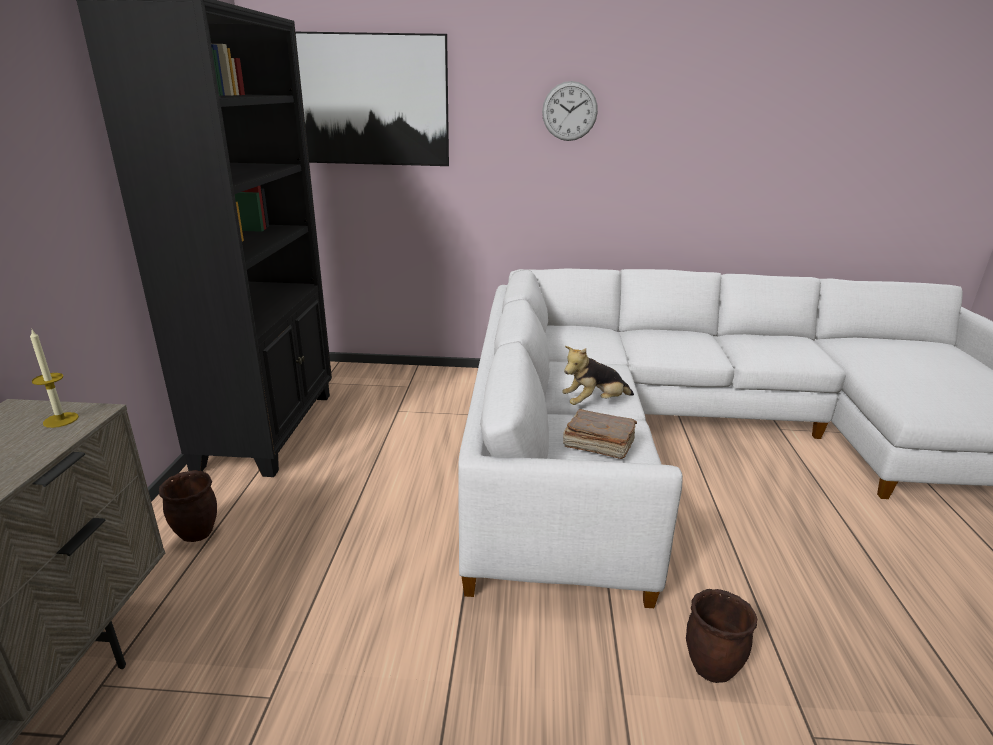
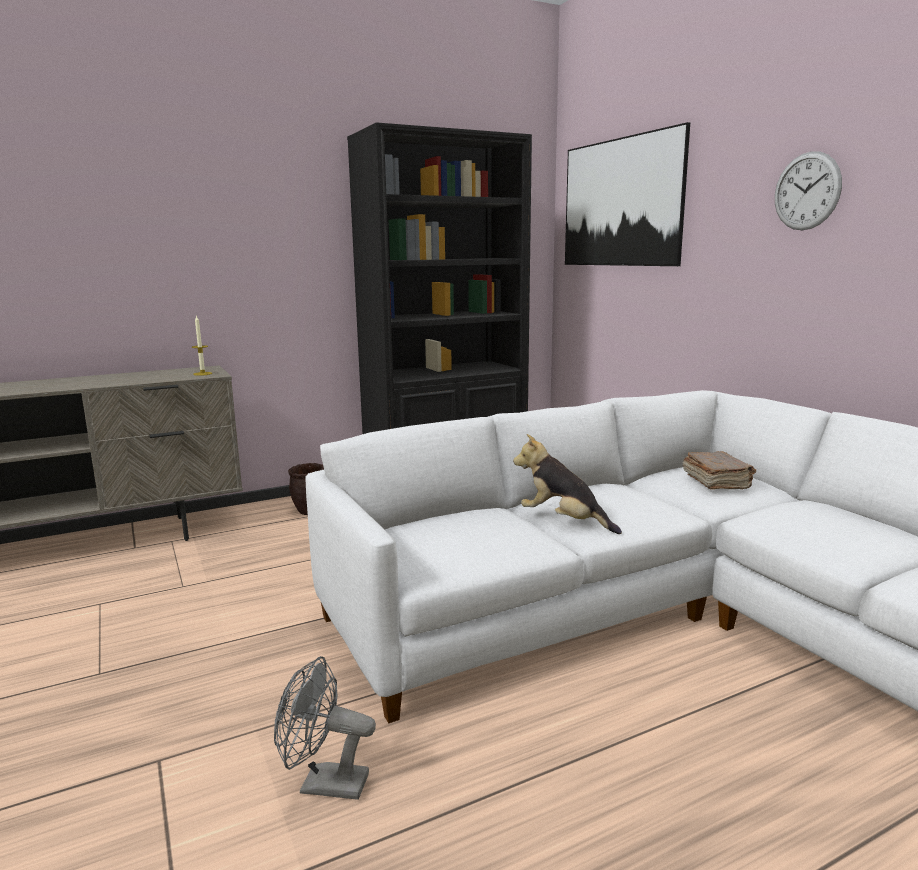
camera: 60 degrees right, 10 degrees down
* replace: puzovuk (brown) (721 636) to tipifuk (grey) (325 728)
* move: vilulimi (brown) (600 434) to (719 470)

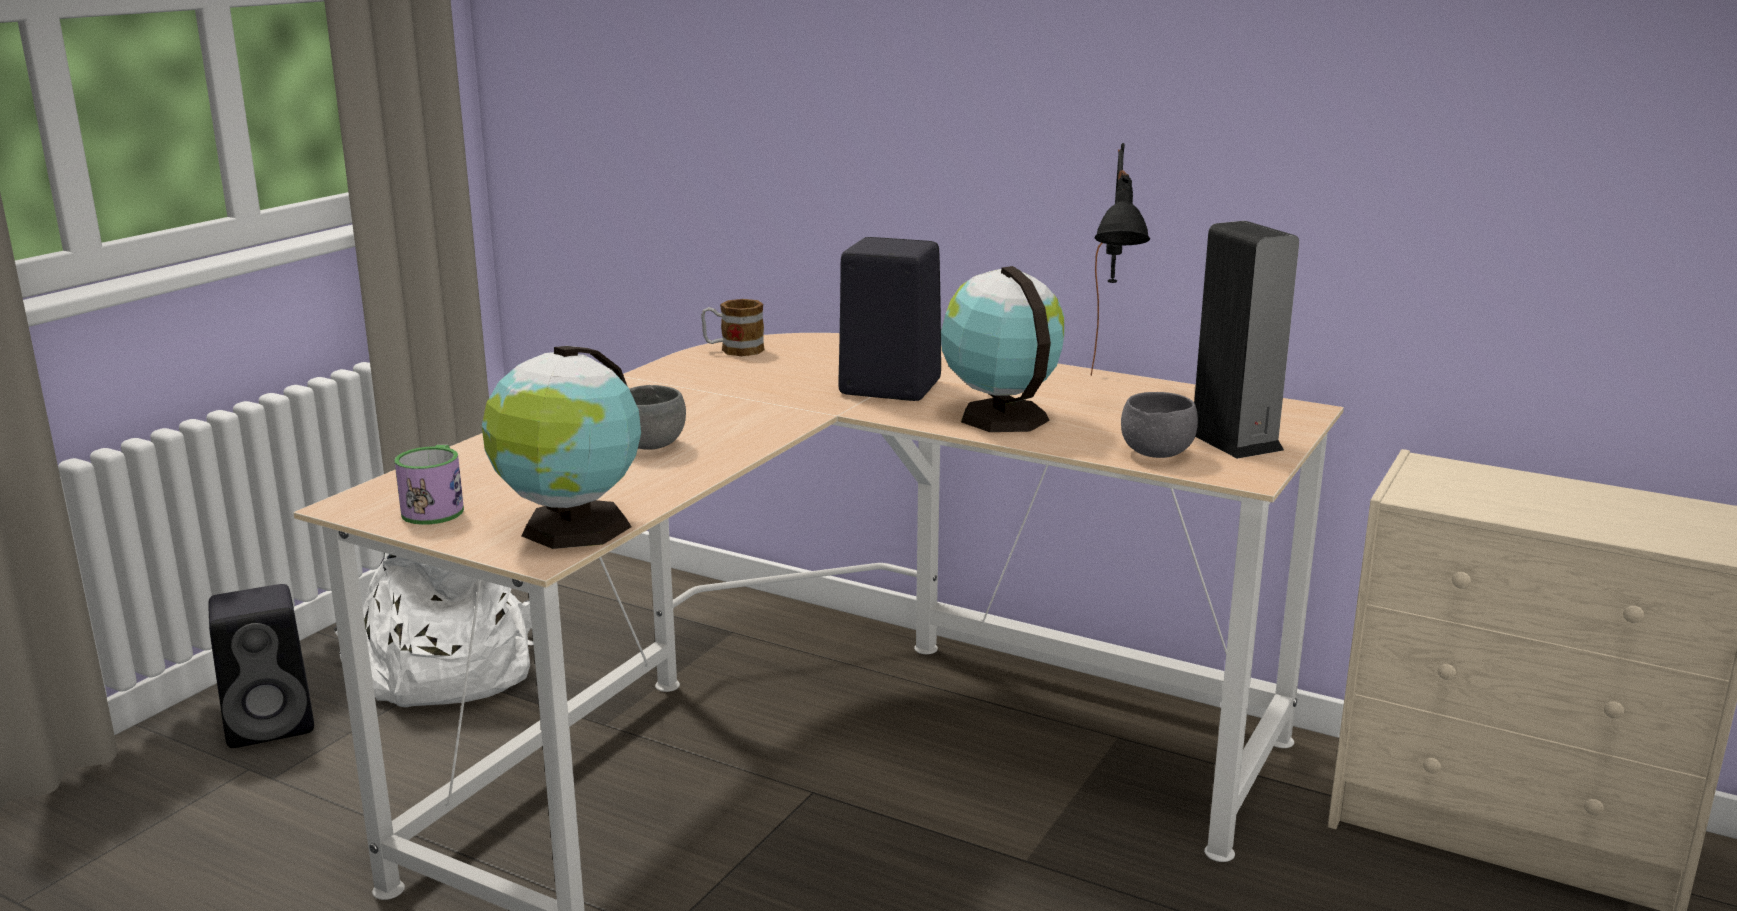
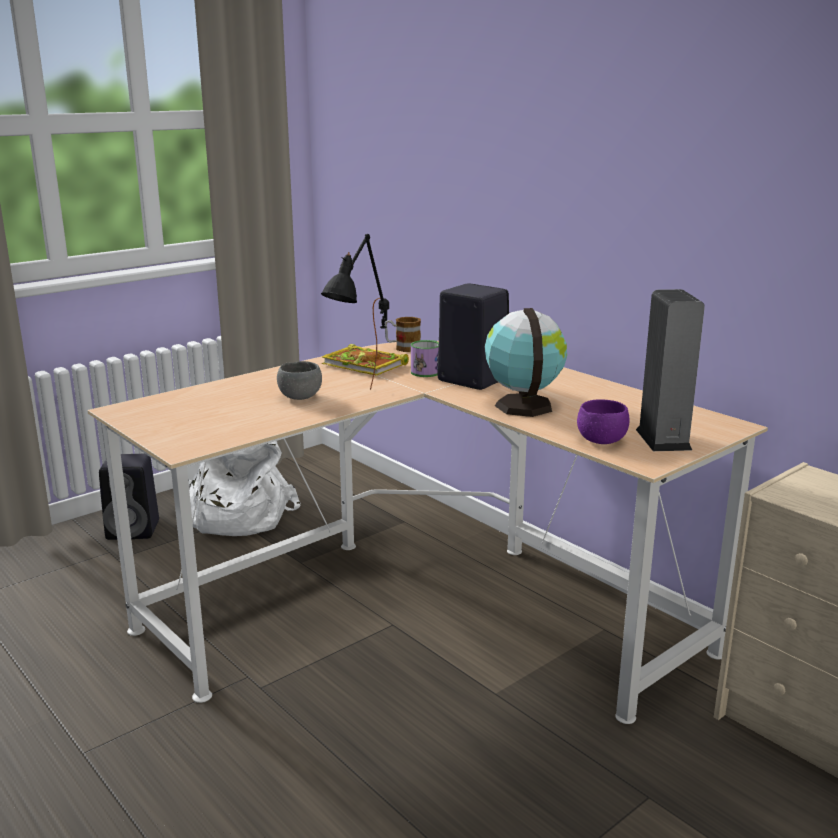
camera: 20 degrees right, 0 degrees up
* move: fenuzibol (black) (1120 259) to (355 312)
* insert: vilulimi (365 360)
* move: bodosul (429 485) to (425 358)
* recolor: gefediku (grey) (1159 425) to gefediku (purple) (603 421)
* delete: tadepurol (561 447)

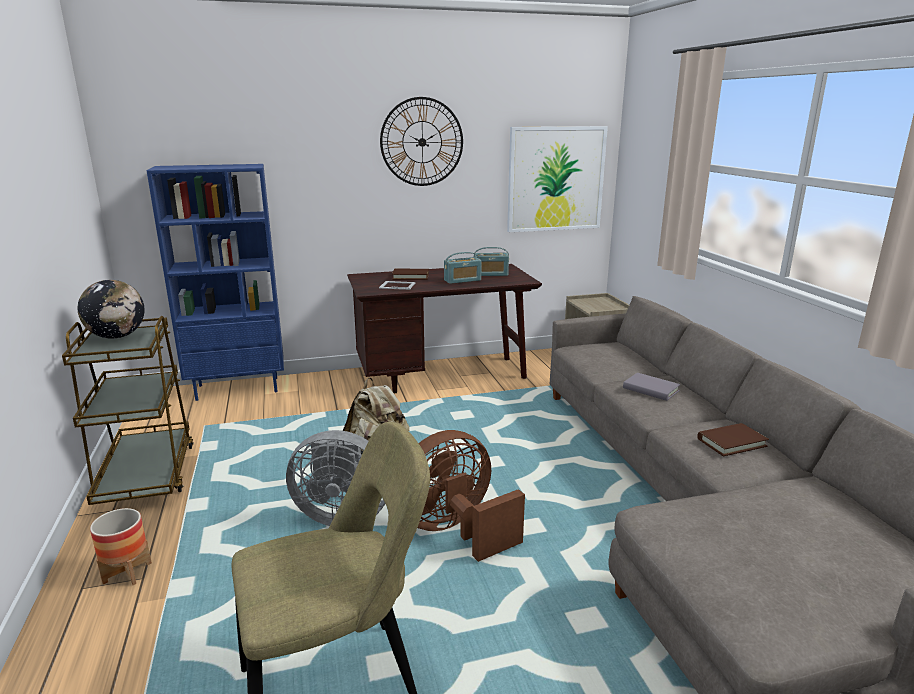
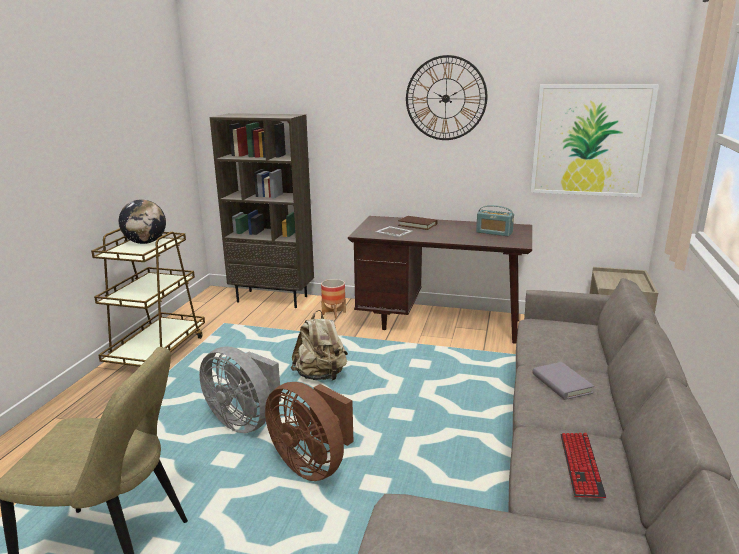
camera: 30 degrees right, 0 degrees up
* recolor: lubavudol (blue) (215 282) to lubavudol (brown) (262 210)
* rotate: tipifuk (brown) (471 496) = (309 431) 135 degrees counterclockwise
* move: puzovuk (121 546) to (333 298)
* replace: vilulimi (brown) (733 439) to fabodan (583 465)
* delete: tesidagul (463 268)

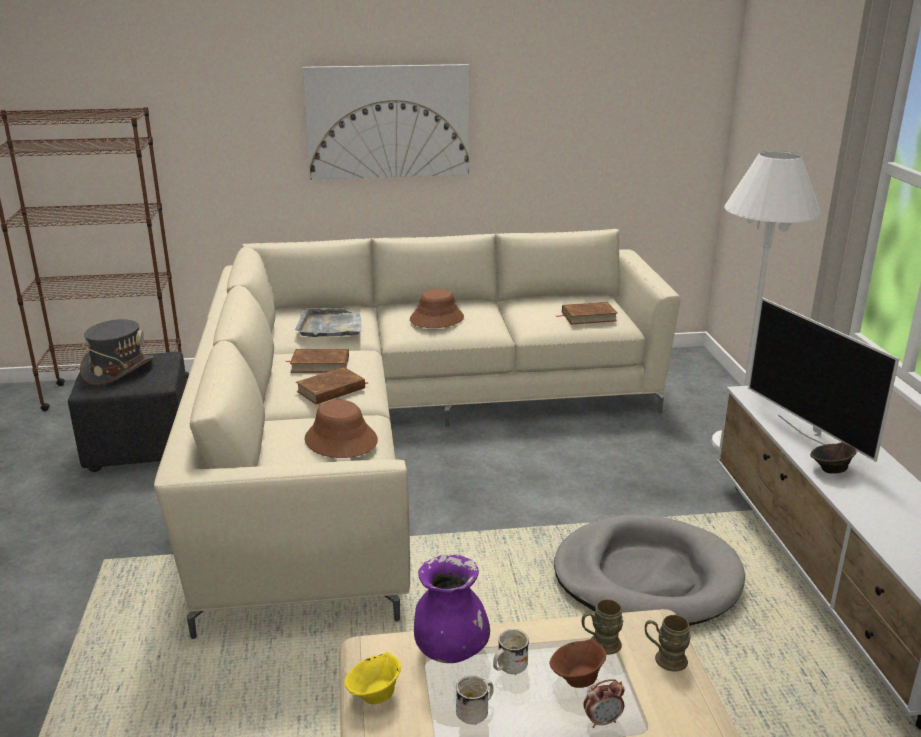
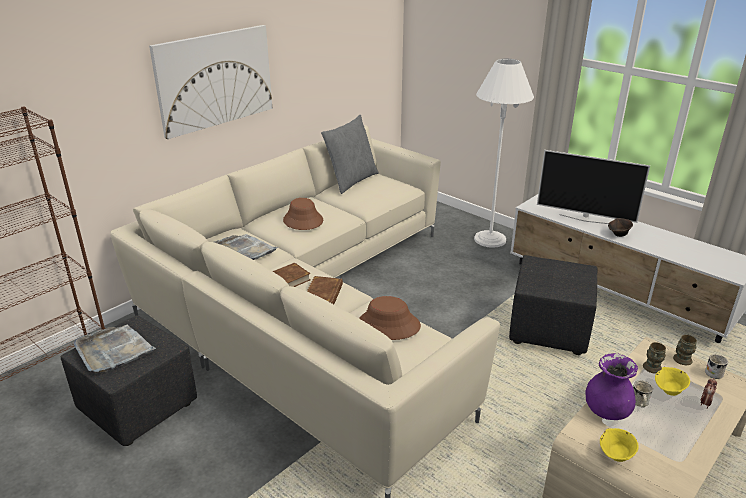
camera: 40 degrees left, 5 degrees up
* replace: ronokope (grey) (117 352) to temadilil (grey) (114 349)
* insert: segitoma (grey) (350 154)
* replace: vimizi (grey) (649 570) to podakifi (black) (553 305)
* recolor: gefediku (brown) (578 663) to gefediku (yellow) (672 381)
* move: bodosul (white) (475 700) to (716 366)
* delete: vilulimi (brown) (586 313)

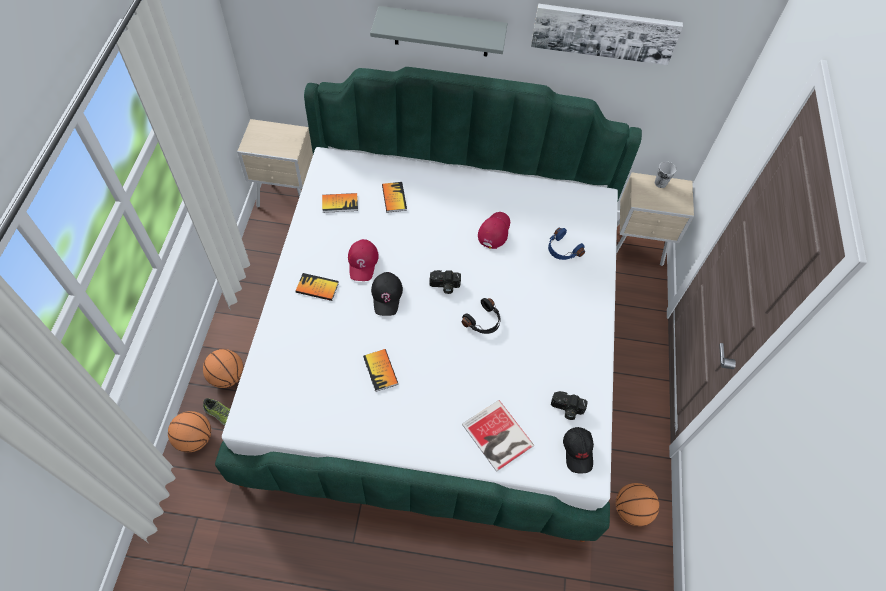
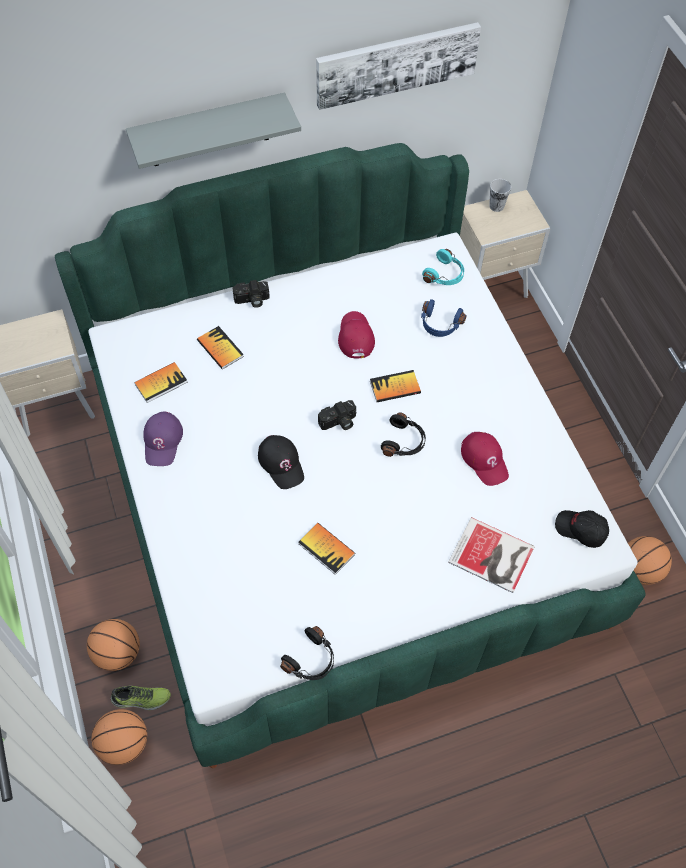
camera: 25 degrees left, 0 degrees up
* insert: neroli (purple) (163 438)
* move: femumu (569 405) to (251 294)
* insert: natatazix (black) (307 653)
* move: vilulimi (317 287) to (395 386)
* insert: natatazix (turquoise) (443 267)
* move: neroli (red) (363 260) to (485 459)
* rotate: neroli (black) (578 450) = (582 529) 150 degrees clockwise

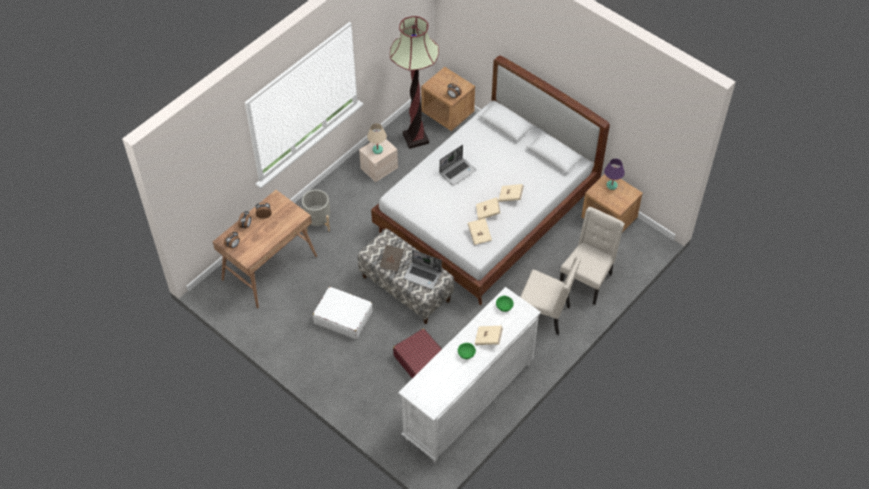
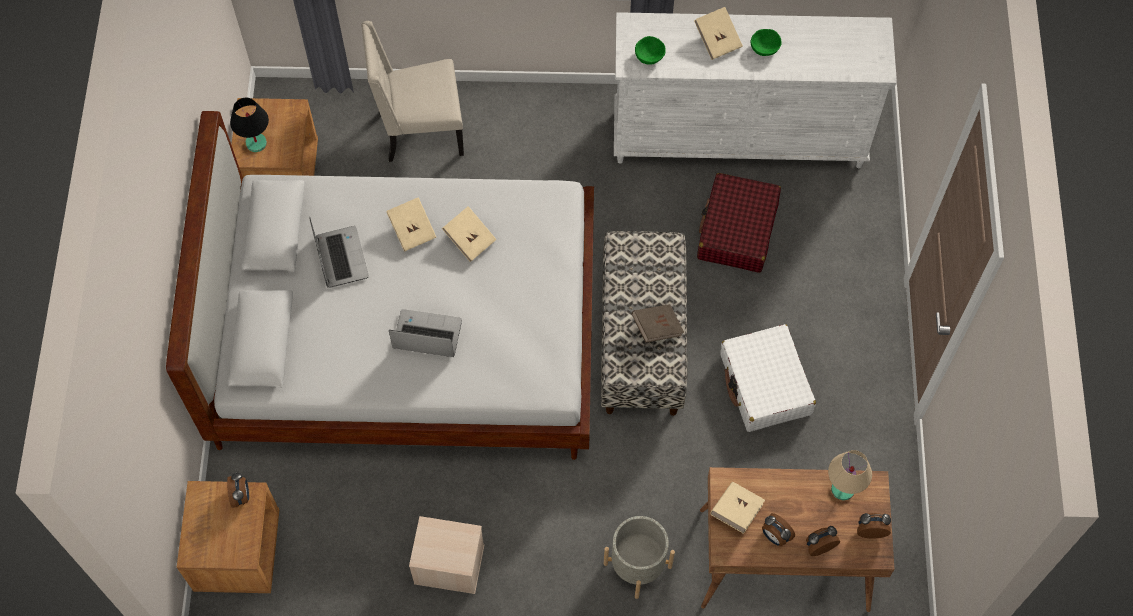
camera: 130 degrees left, 10 degrees up
* recolor: fenuzibol (purple) (614 174) to fenuzibol (black) (249 125)
* move: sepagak (422 269) to (339 252)
* move: vilulimi (beige) (479 231) to (738 508)
* move: fenuzibol (beige) (377 138) to (850 475)
* delete: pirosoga (414 82)
* delete: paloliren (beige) (550 295)

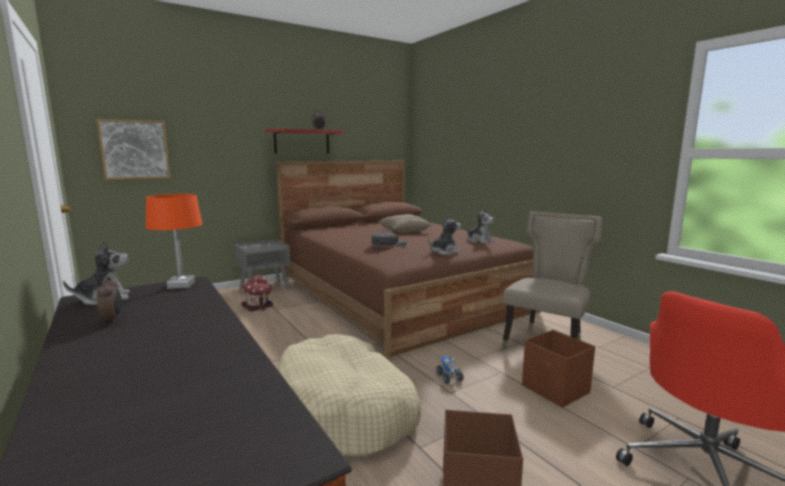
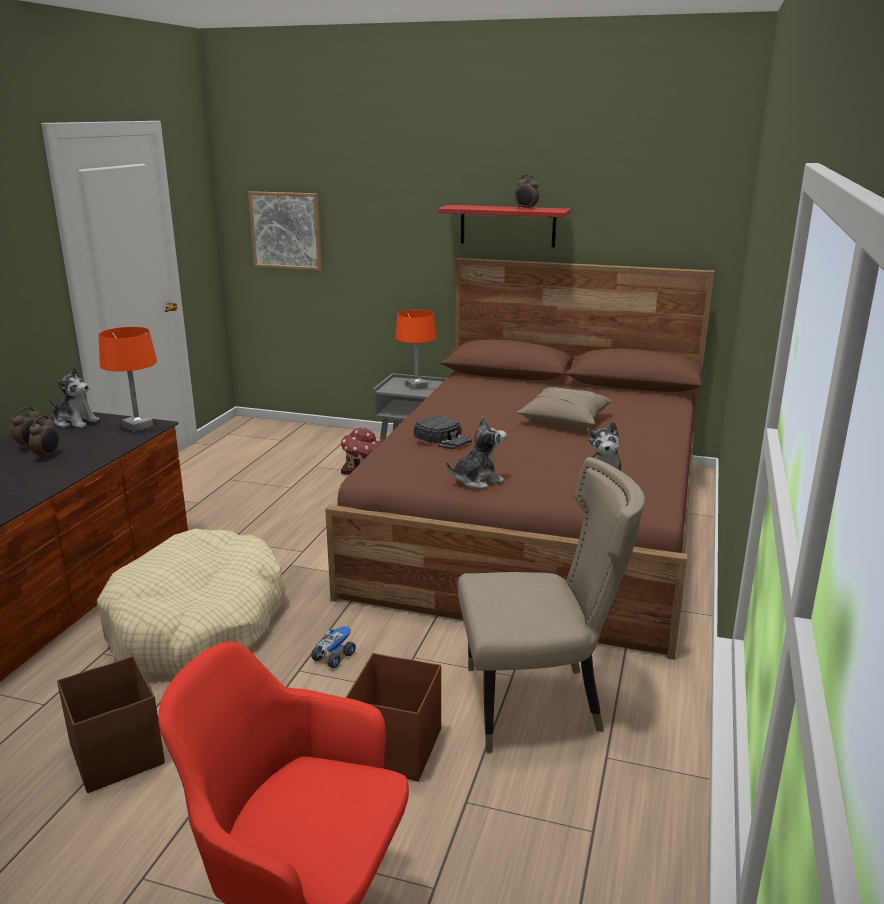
camera: 50 degrees right, 10 degrees up
* insert: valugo (44 437)
* insert: fenuzibol (orange) (416 350)
* rotate: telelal (444 234) = (476 452) 45 degrees counterclockwise

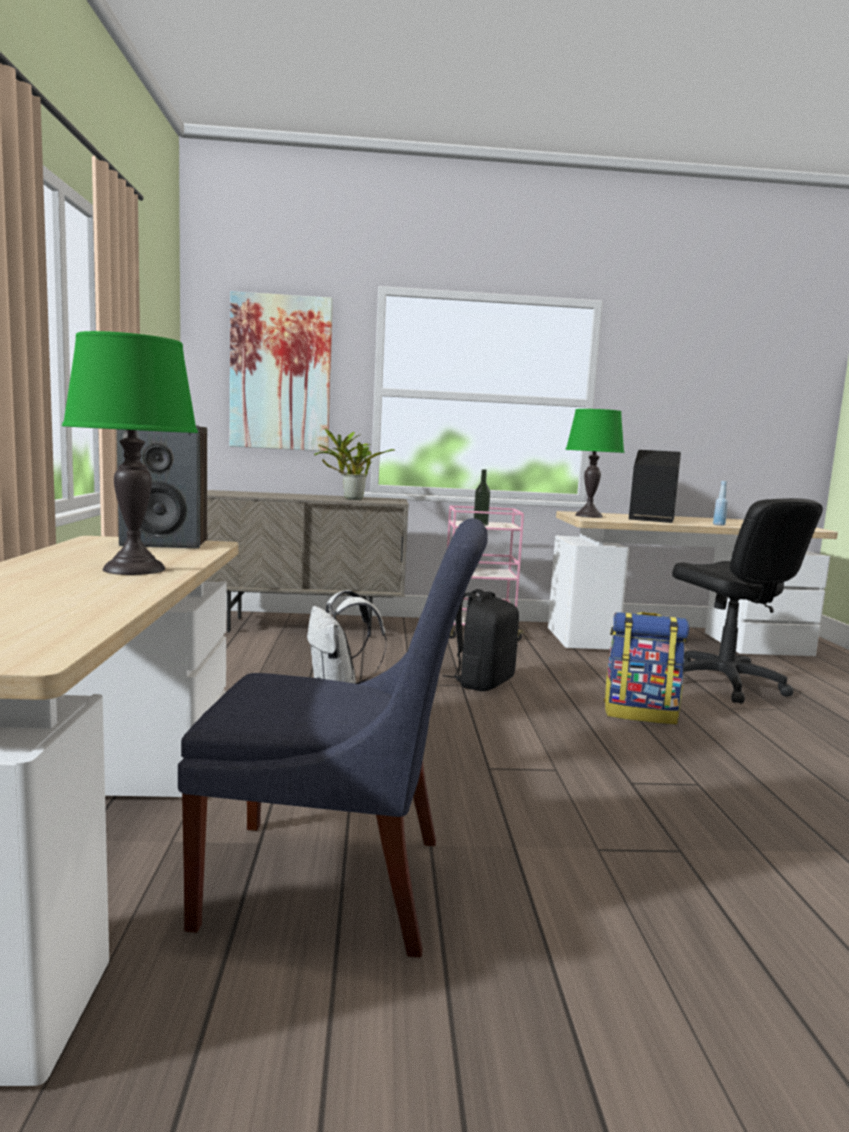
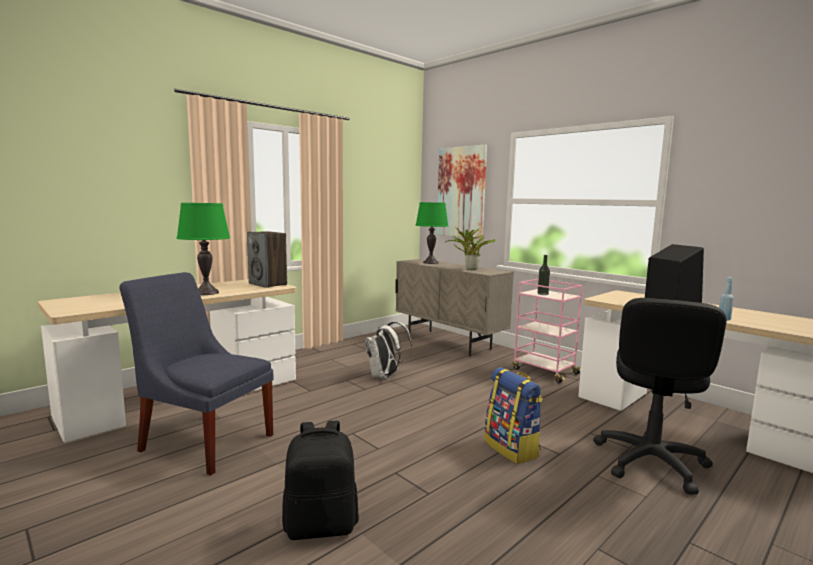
camera: 50 degrees right, 0 degrees up
* rotate: paloliren (blue) (333 738) = (196 373) 150 degrees clockwise
* move: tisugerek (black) (481 640) to (320 480)
* move: fenuzibol (green) (595 463) to (431 233)

